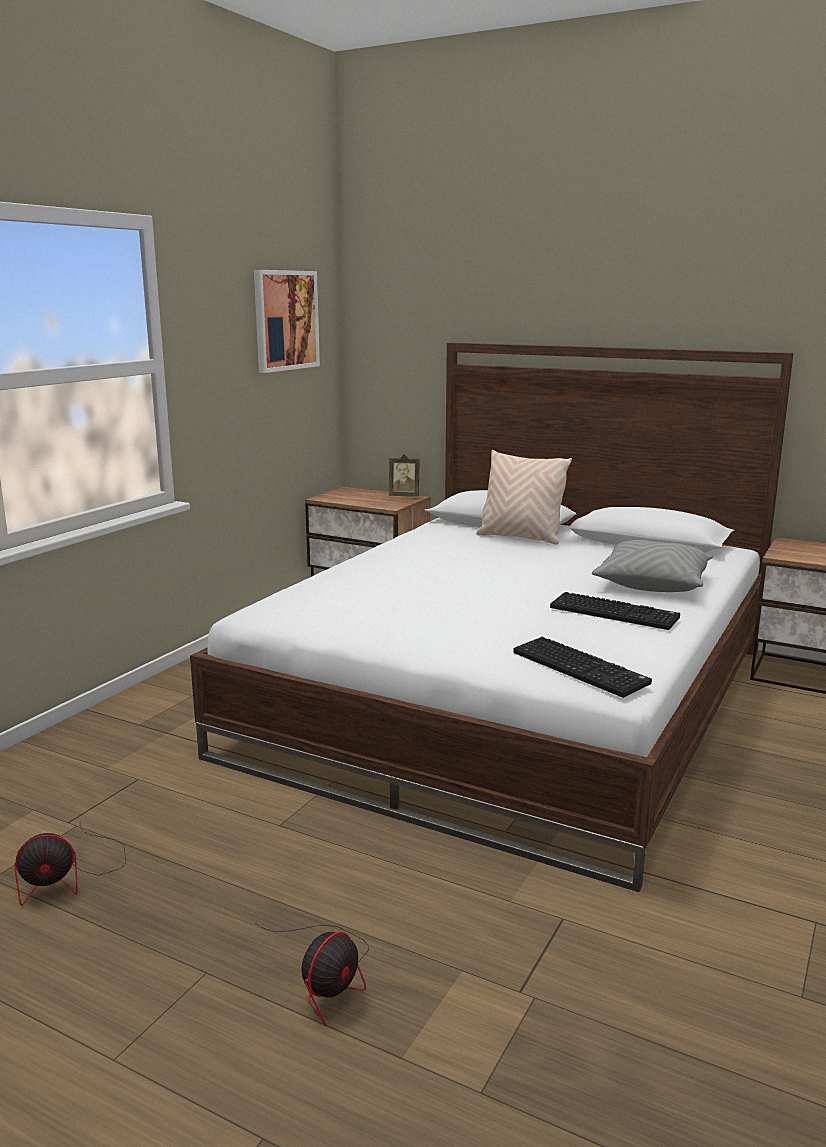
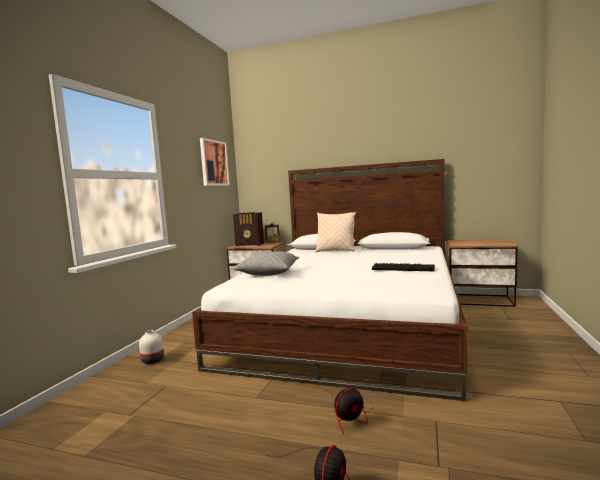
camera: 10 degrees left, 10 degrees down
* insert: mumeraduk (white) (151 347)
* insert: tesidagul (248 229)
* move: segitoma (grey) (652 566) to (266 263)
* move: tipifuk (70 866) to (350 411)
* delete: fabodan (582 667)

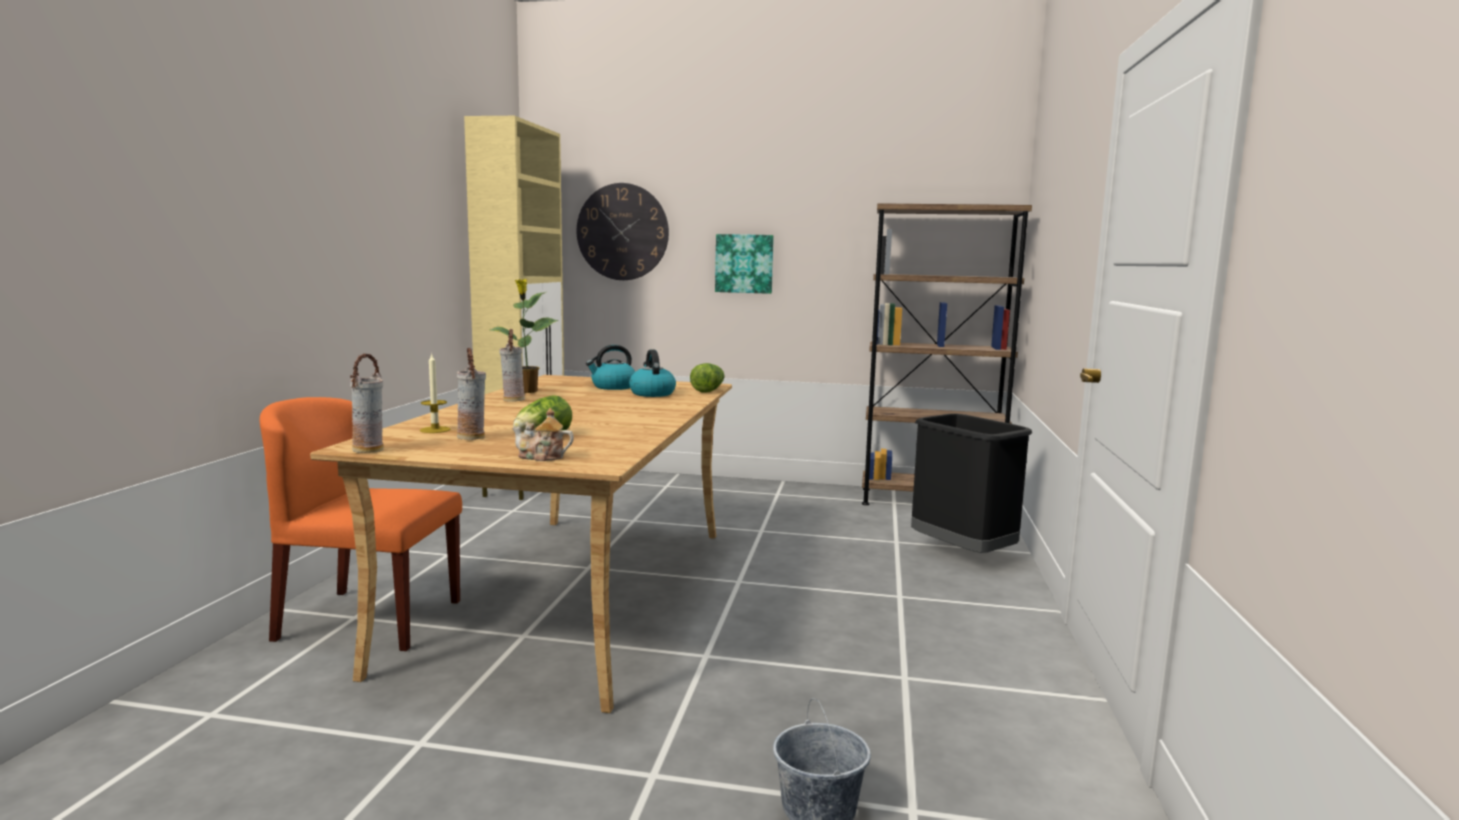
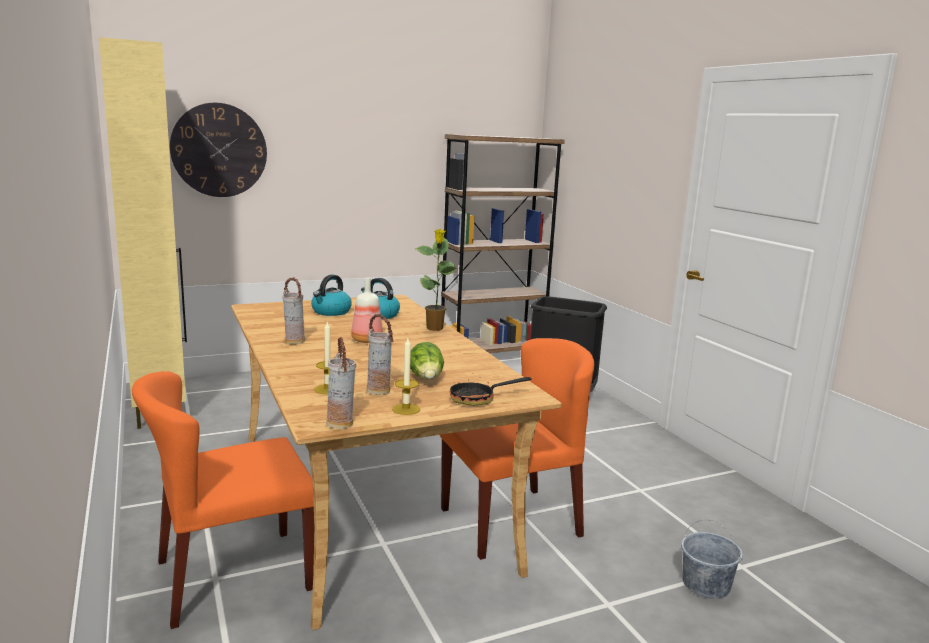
camera: 35 degrees left, 5 degrees up
* insert: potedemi (367 310)
* insert: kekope (406 376)
* move: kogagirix (524 336) to (437 280)
* insert: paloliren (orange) (517 449)
* replace: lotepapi (543 434) to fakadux (491 391)
* delete: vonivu (707 378)
* delete: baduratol (744 264)

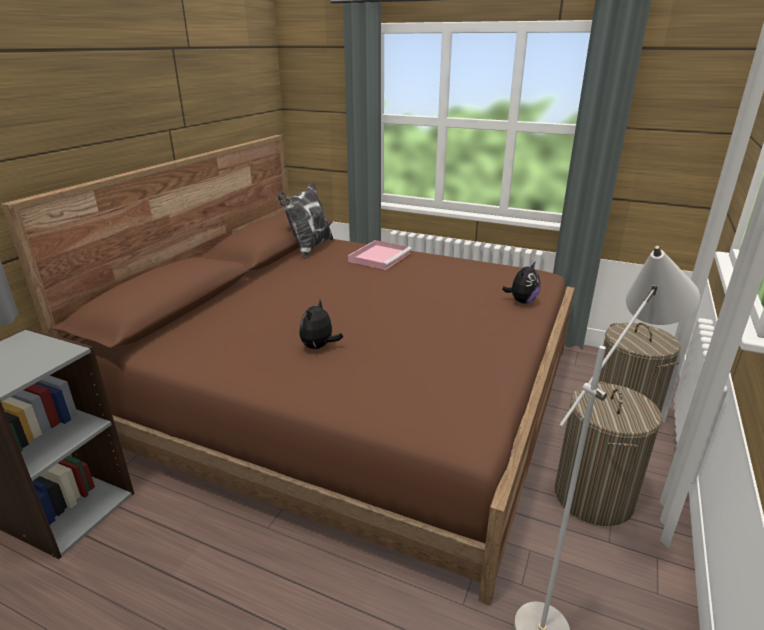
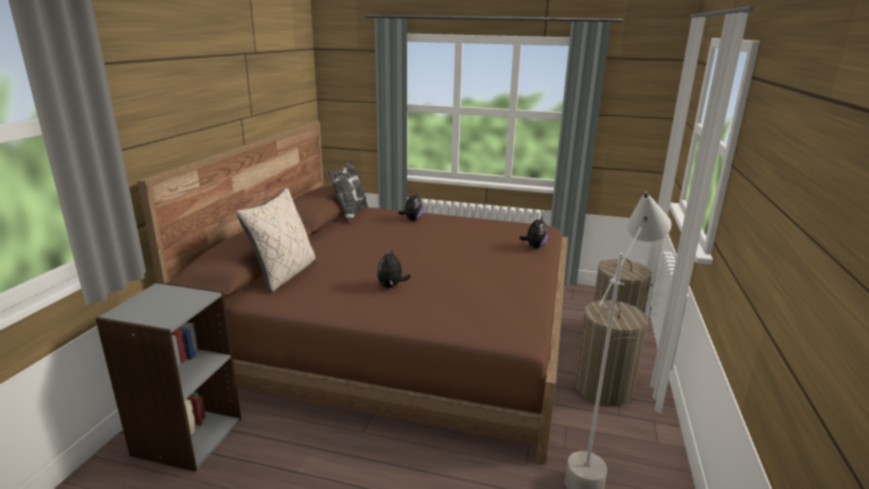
camera: 10 degrees left, 5 degrees down
* insert: segitoma (beige) (276 240)
* replace: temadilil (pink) (380 255) to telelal (411 206)

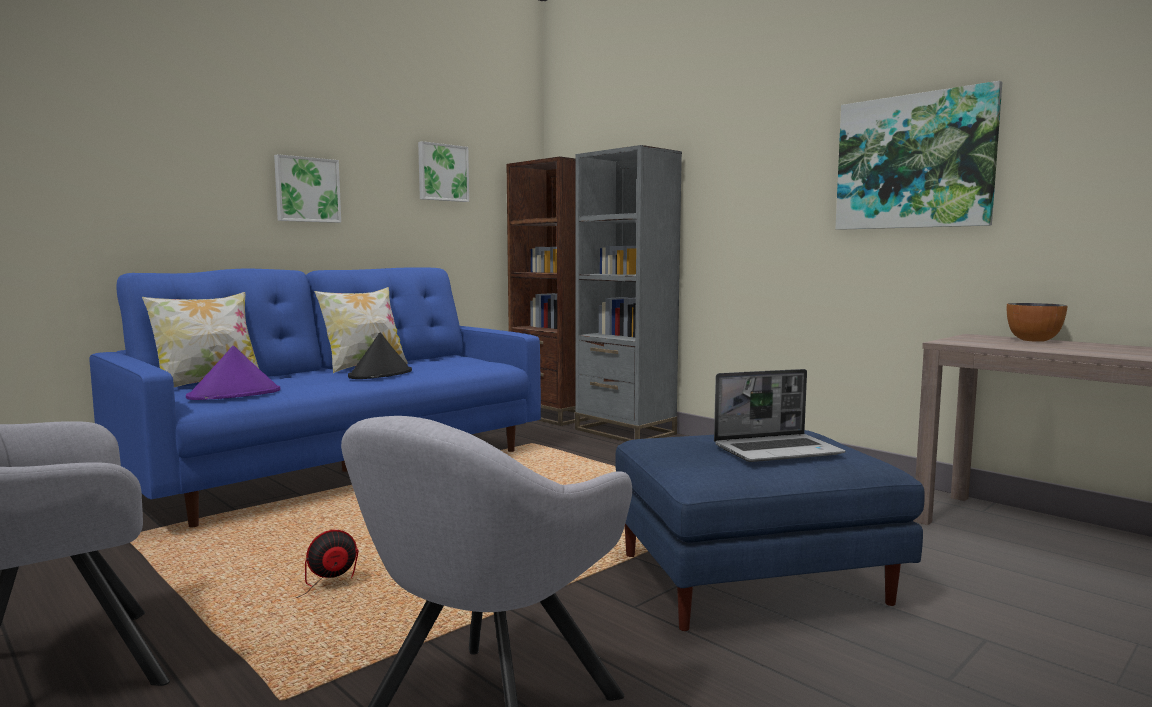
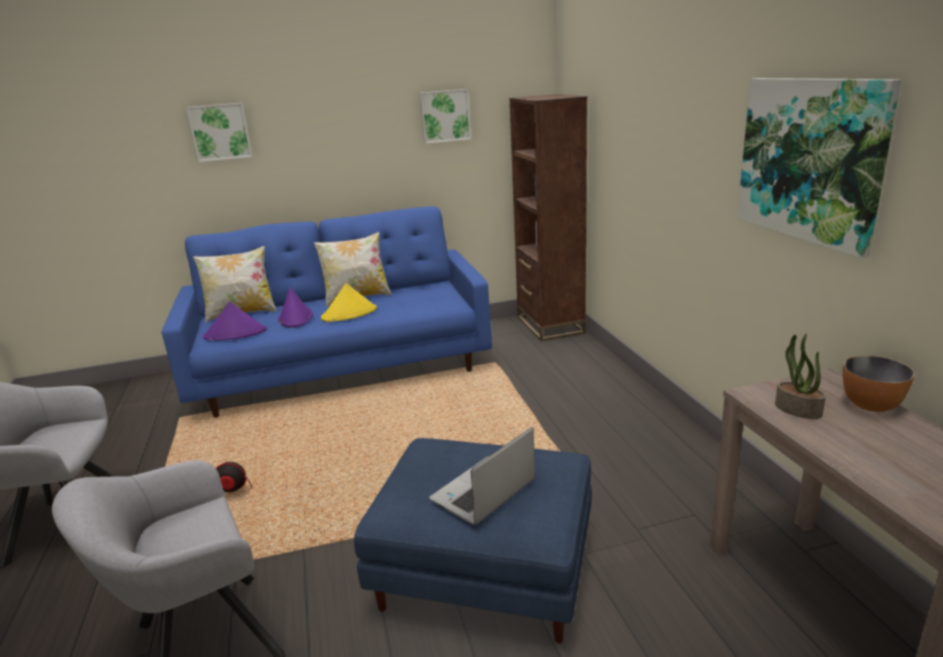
camera: 30 degrees right, 15 degrees up
* move: baduratol (307 188) to (219 132)
* insert: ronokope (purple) (295 307)
* recolor: ronokope (black) (380 356) to ronokope (yellow) (349 302)
* rotate: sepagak (780 415) = (482 476) 120 degrees clockwise
* insert: kogagirix (800 376)
* delete: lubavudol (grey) (628 293)

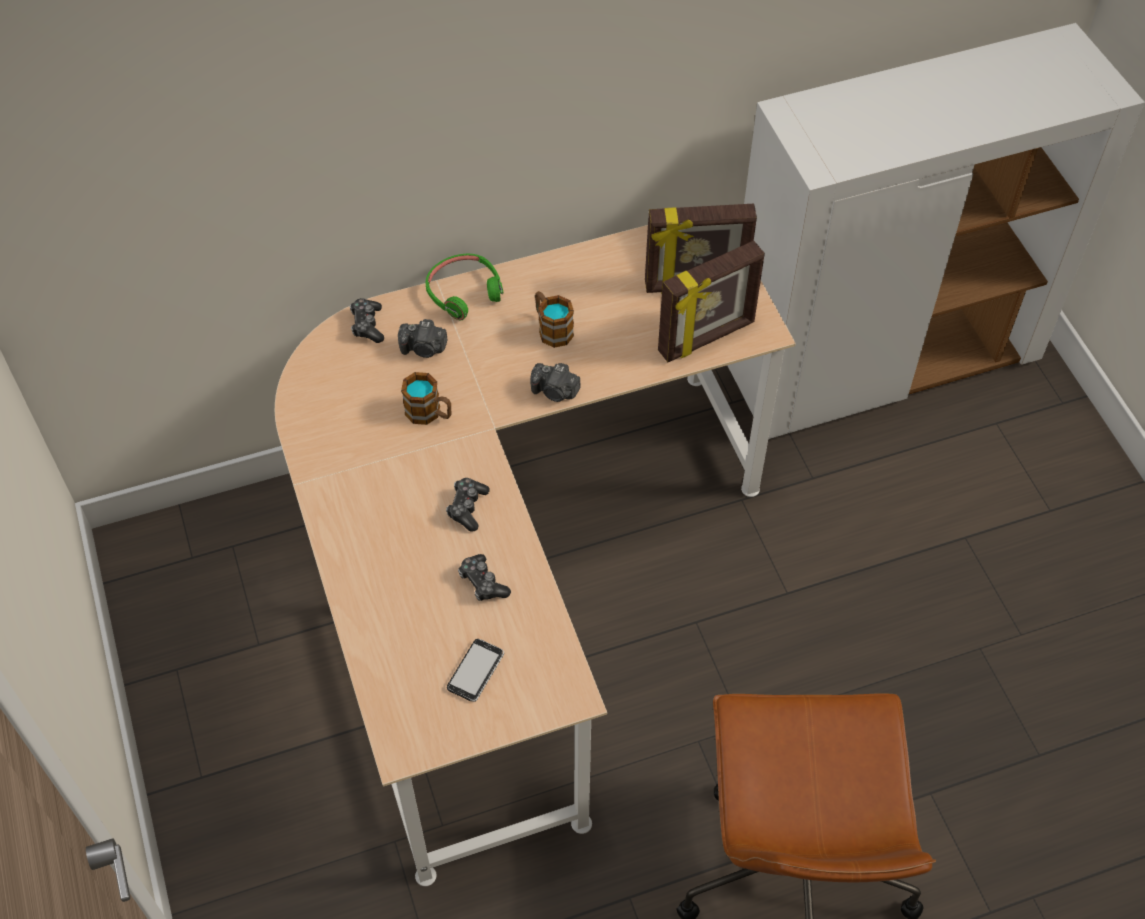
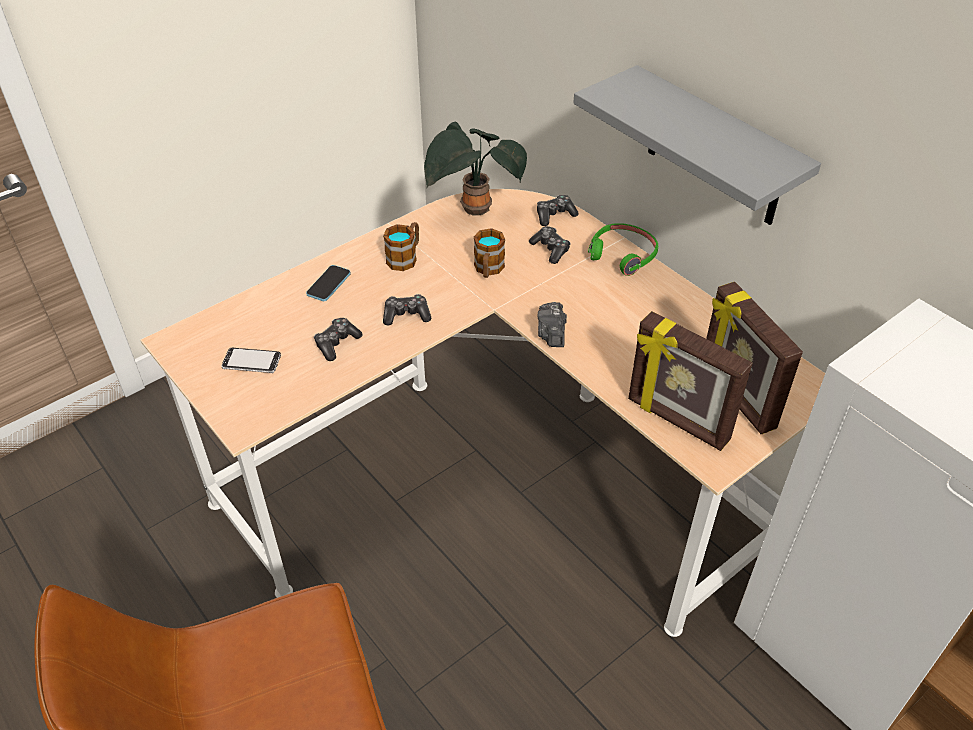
camera: 70 degrees right, 10 degrees down
* insert: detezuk (328 283)
* move: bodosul (554 319) to (401 246)
* insert: kogagirix (475 169)
* replace: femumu (422 338) to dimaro (549 245)
* insert: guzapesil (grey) (697 145)

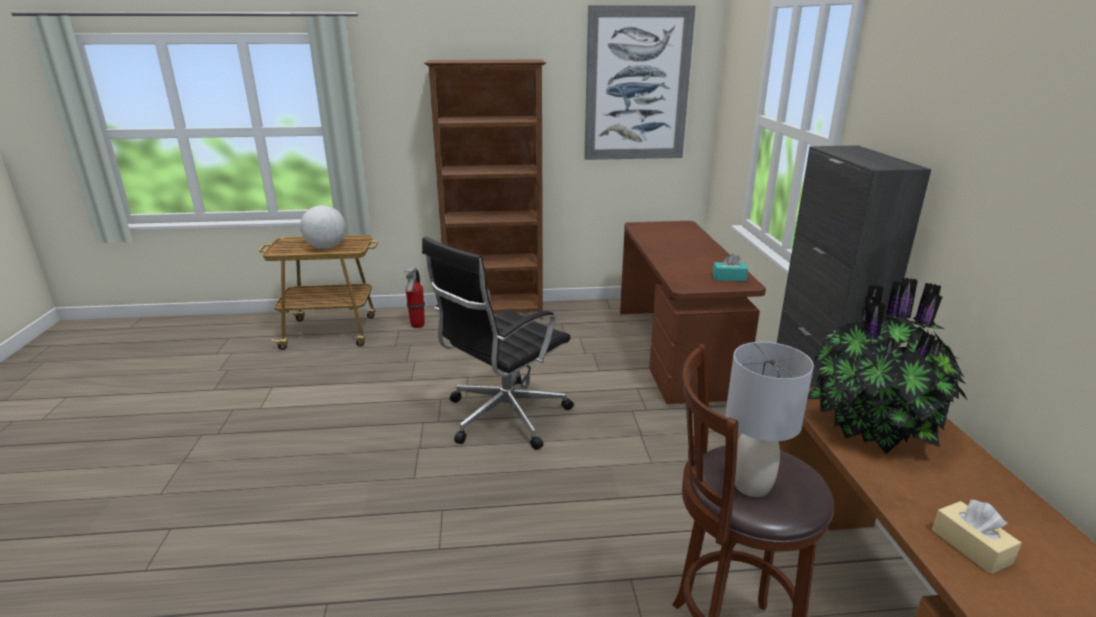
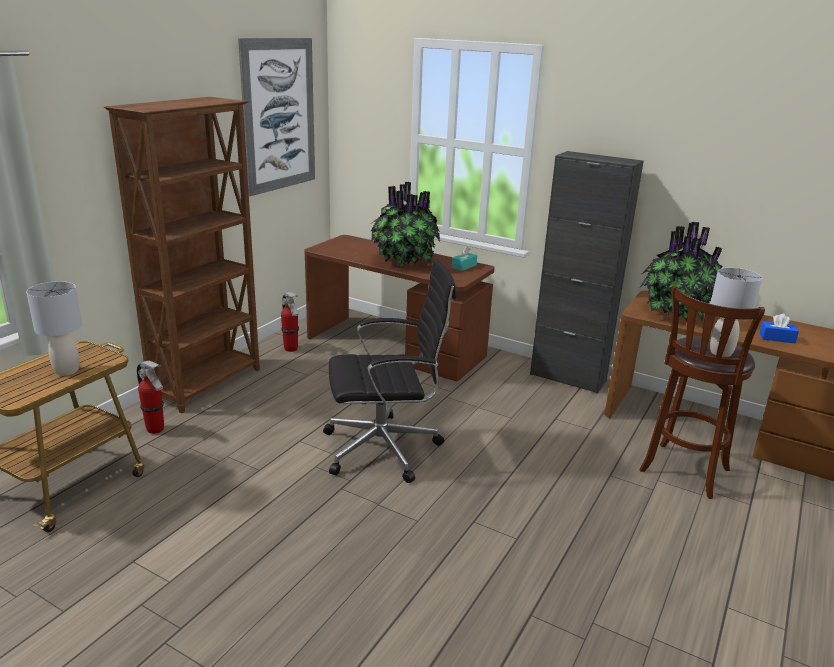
camera: 55 degrees left, 0 degrees up
* replace: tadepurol (323 227) to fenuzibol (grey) (54 328)
* insert: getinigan (290 322)
* rotate: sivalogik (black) (498 343) = (389 370) 90 degrees counterclockwise
* insert: kogagirix (405 224)
* recolor: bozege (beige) (977 536) to bozege (blue) (779 328)

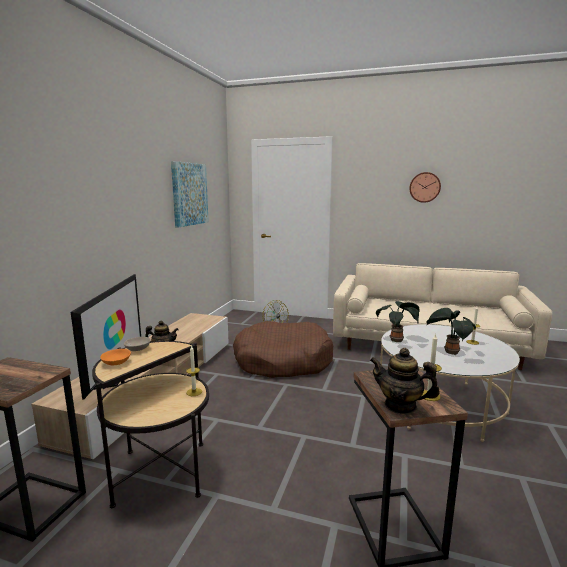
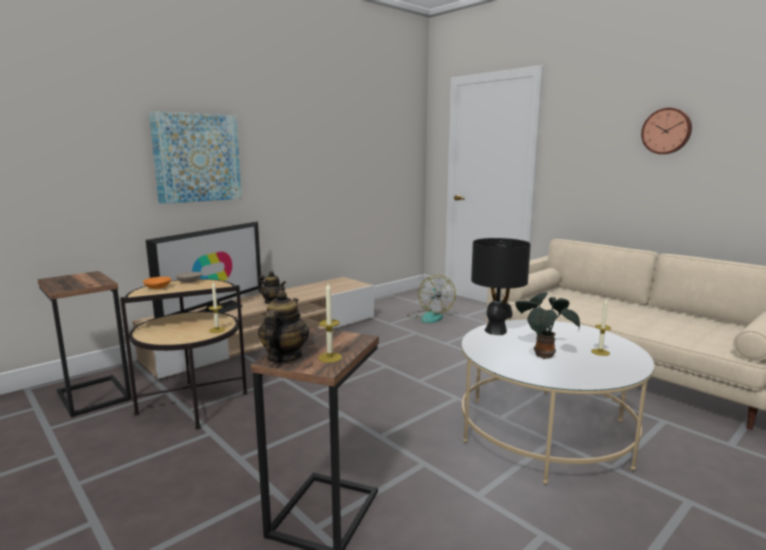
camera: 30 degrees right, 0 degrees up
* move: baduratol (190 194) to (195 157)
* rotate: lotepapi (405 381) = (283 326) 45 degrees clockwise
* replace: kogagirix (398 321) to fenuzibol (black) (501 286)
* delete: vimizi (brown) (283 349)

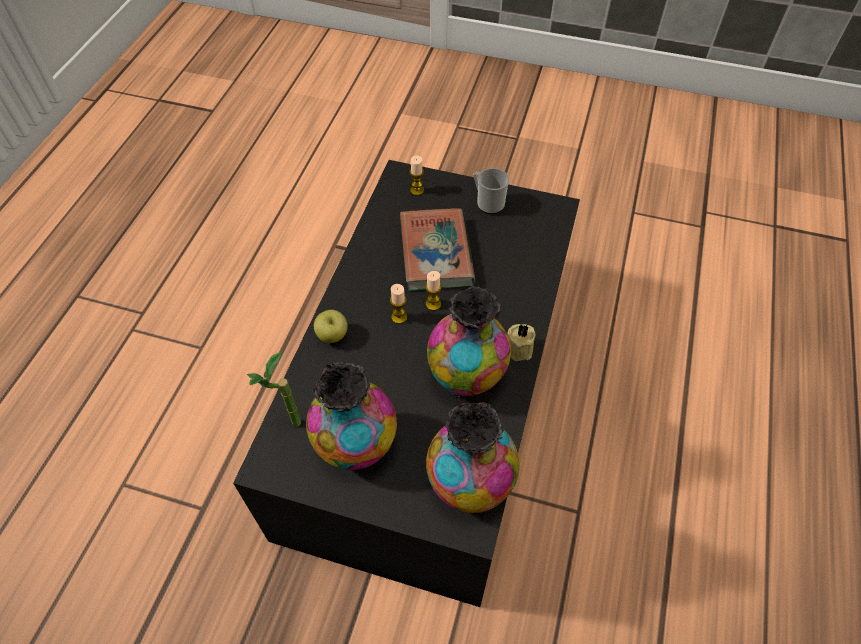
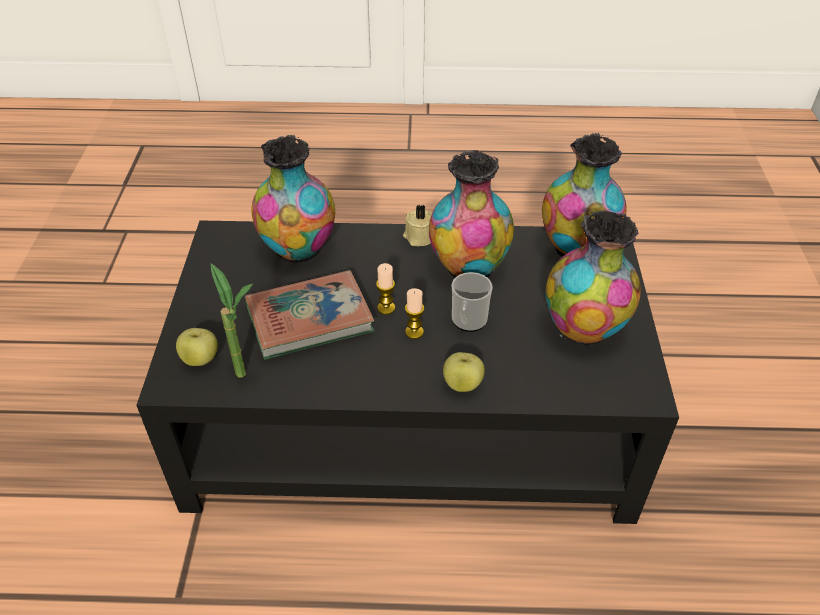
camera: 105 degrees left, 10 degrees down
* replace: kekope (417 175) to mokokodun (197 347)
* move: kogagirix (274 389) to (232 320)
* insert: mumeraduk (293 198)
* move: bodosul (491 191) to (472 302)

